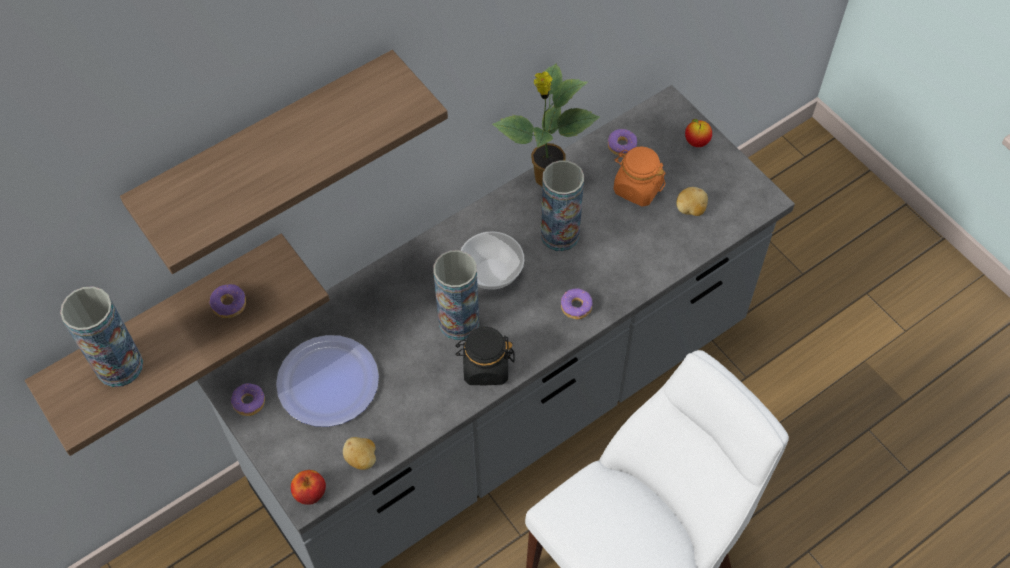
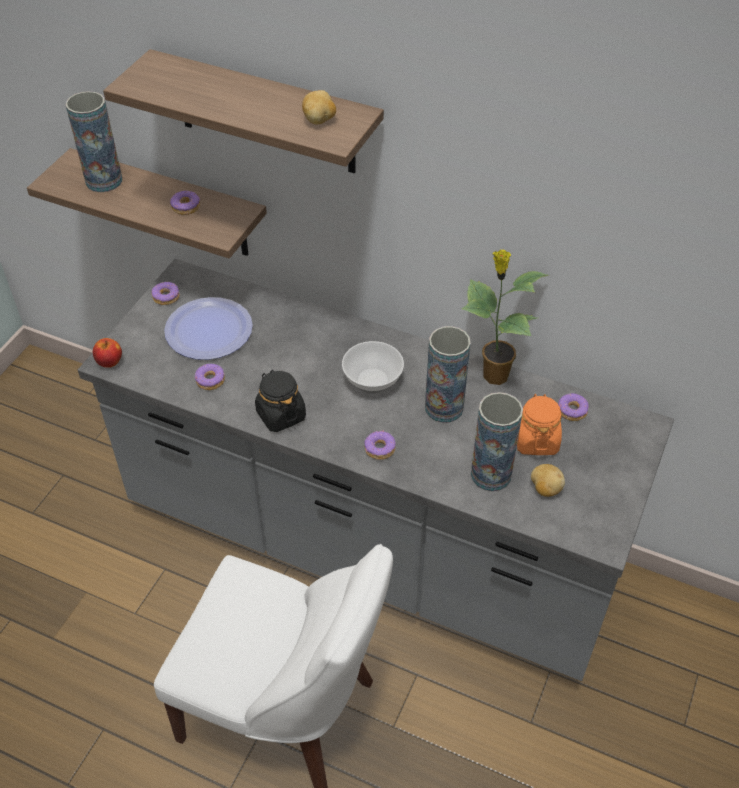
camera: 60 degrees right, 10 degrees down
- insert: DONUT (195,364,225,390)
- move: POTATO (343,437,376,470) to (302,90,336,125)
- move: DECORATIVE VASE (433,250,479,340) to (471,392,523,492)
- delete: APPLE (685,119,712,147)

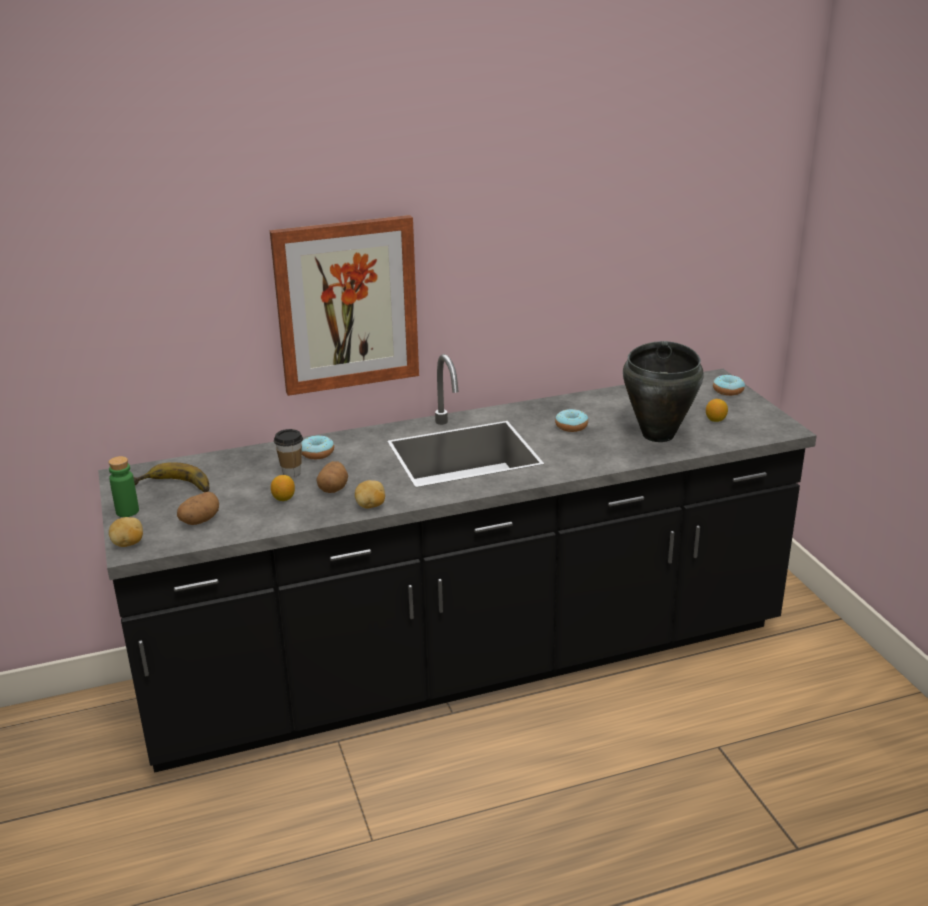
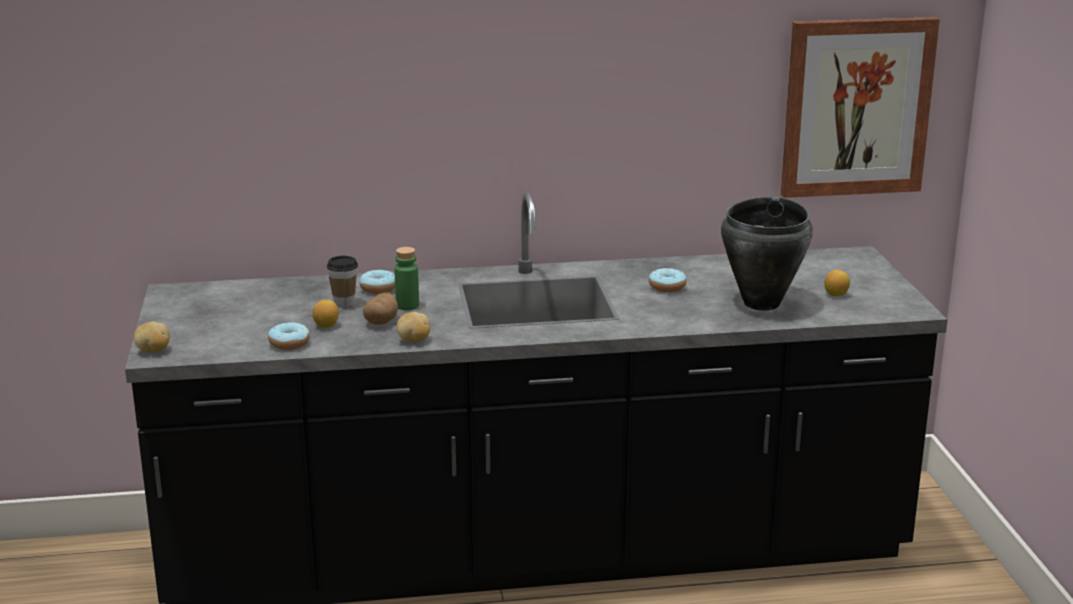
camera: 10 degrees right, 5 degrees down
- move: DONUT (713,374,745,396) to (268,322,310,350)
- move: GREENISH BOTTLE (109,456,139,517) to (394,247,419,310)
- move: WALL ART (270,215,419,396) to (781,17,940,198)
- delete: WHOLE BANANA (133,462,209,492)
- delete: POTATO (177,492,219,525)

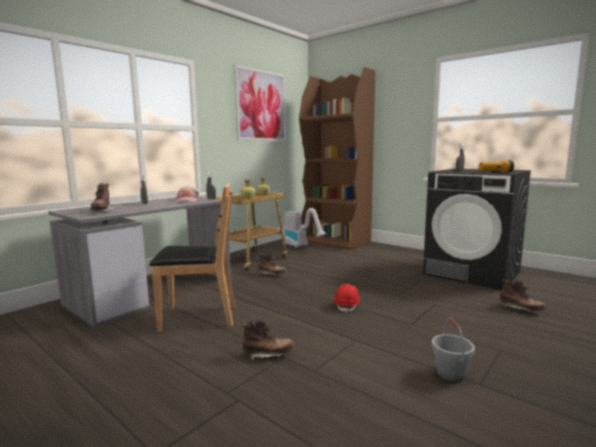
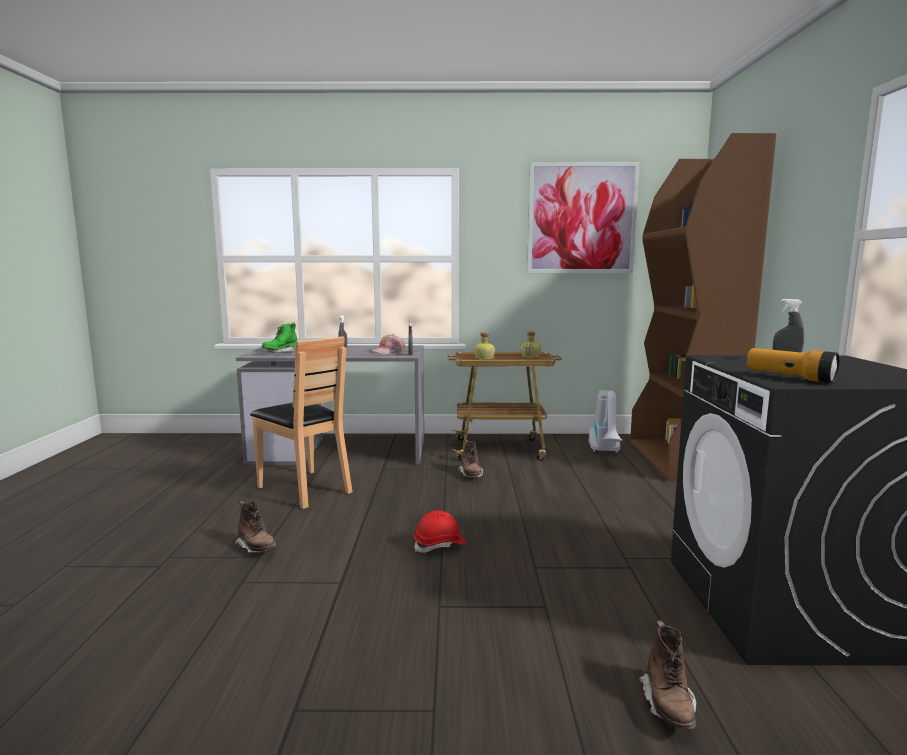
camera: 50 degrees right, 0 degrees up
- recolor: BROWNISH BOOT (89,183,114,212) to GREENISH BOOT (262,322,297,353)
- delete: GRAY PAIL (432,318,475,382)

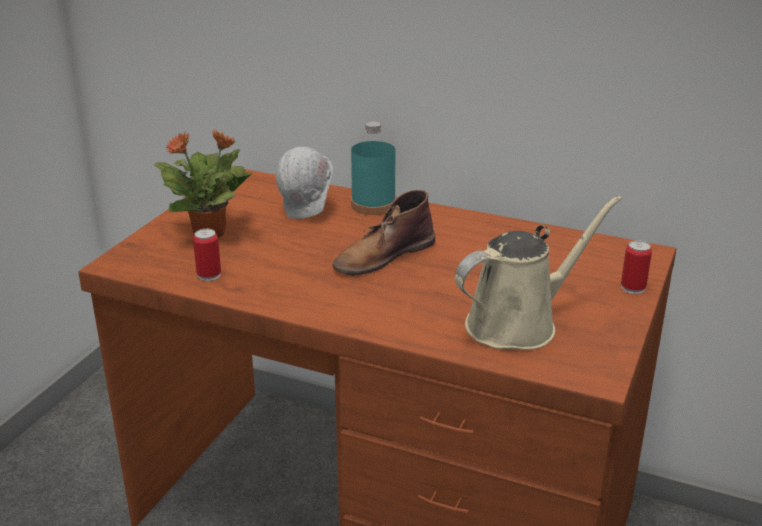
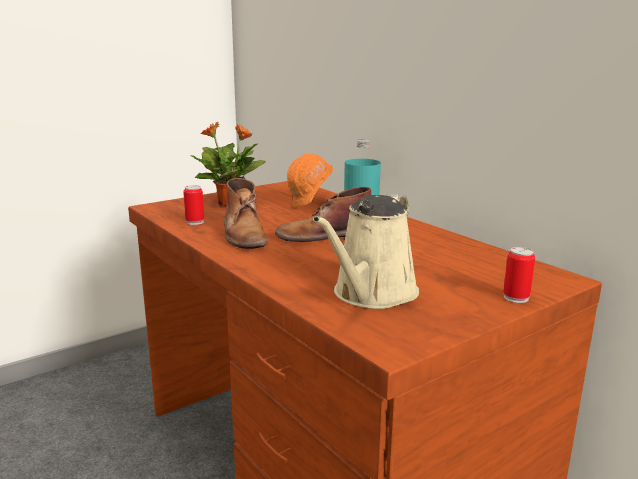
camera: 30 degrees right, 10 degrees down
- insert: BROWNISH BOOT (224,178,268,249)
- recolor: WHITE-COLOURED WORK HELMET (276,147,333,219) to ORANGE-COLOURED WORK HELMET (287,154,333,207)
- rotate: BEIGE-COLOURED WATERING POT (455,195,622,350) = (313,194,419,309) 120 degrees clockwise

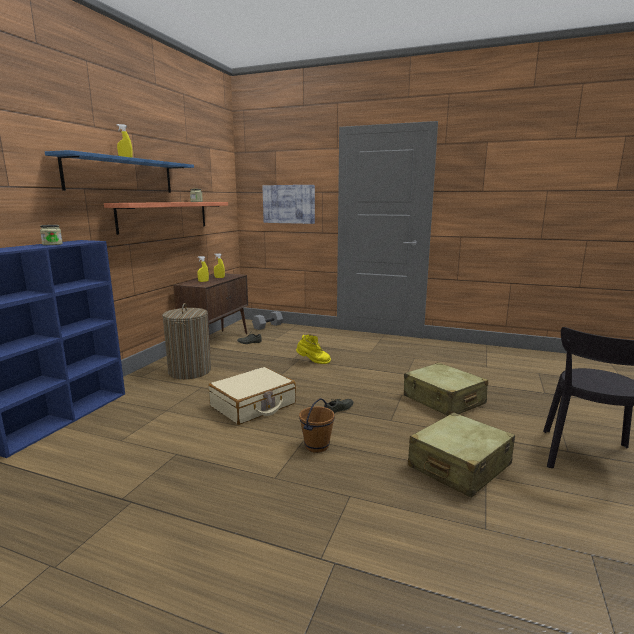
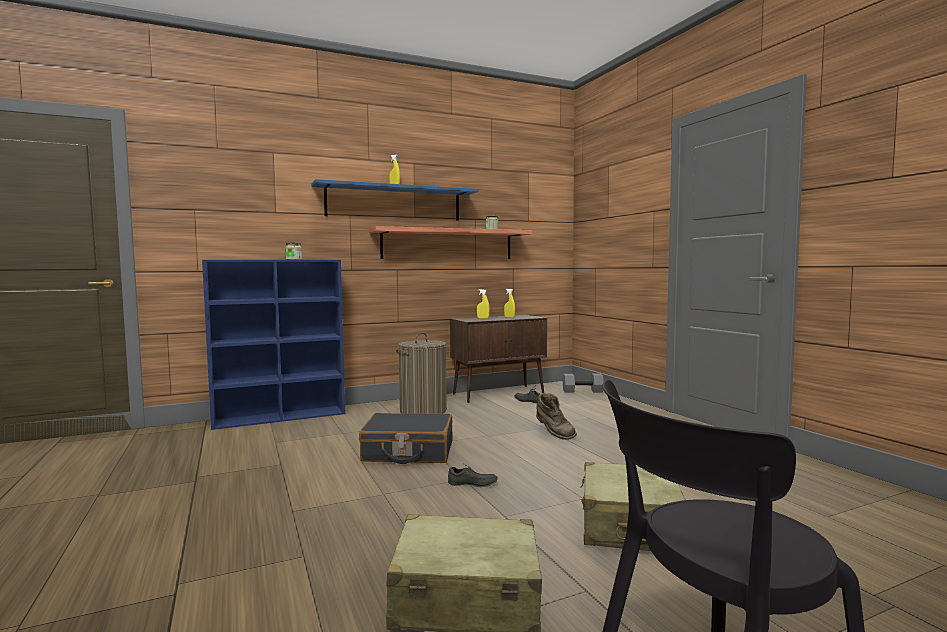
camera: 45 degrees right, 10 degrees down
- recolor: BEIGE-COLOURED TRAVEL CASE (208,367,296,425) to BLACKISH TRAVEL CASE (359,413,453,464)
- recolor: YELLOWISH BOOT (296,334,331,364) to BROWNISH BOOT (536,392,577,440)
- delete: WALL ART (262,185,315,224)
- delete: BROWNISH PAIL (299,398,335,453)

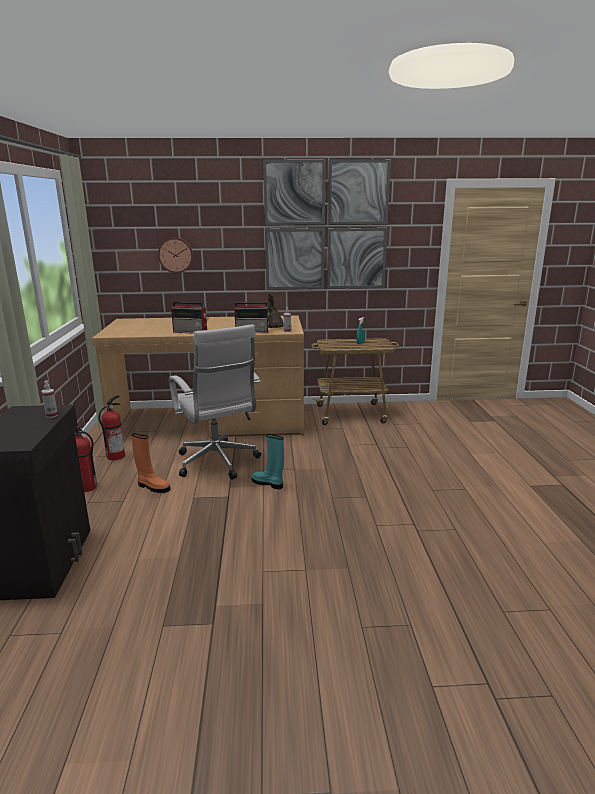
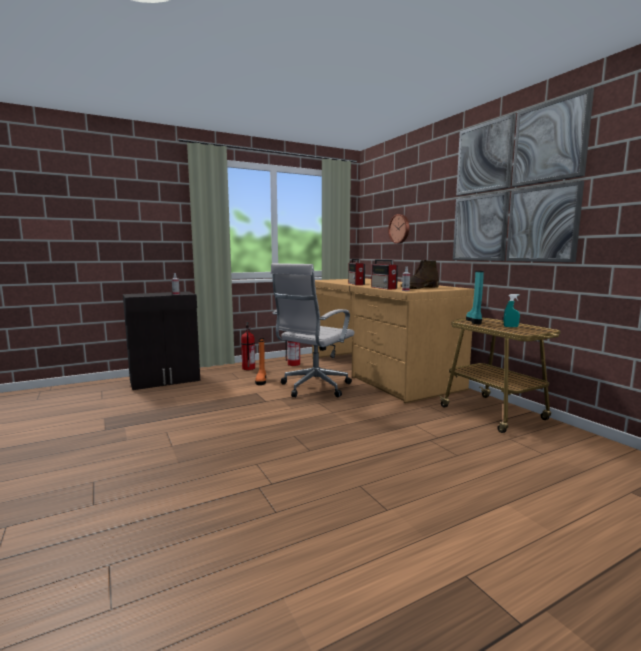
camera: 65 degrees right, 10 degrees down
- move: TURQUOISE BOOT (251,434,284,489) to (466,271,484,324)

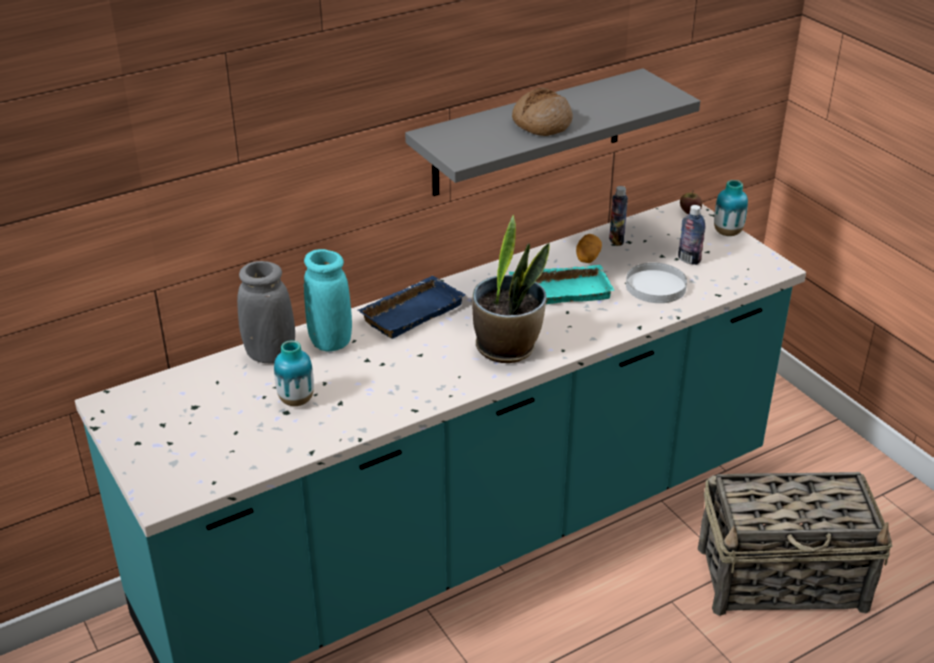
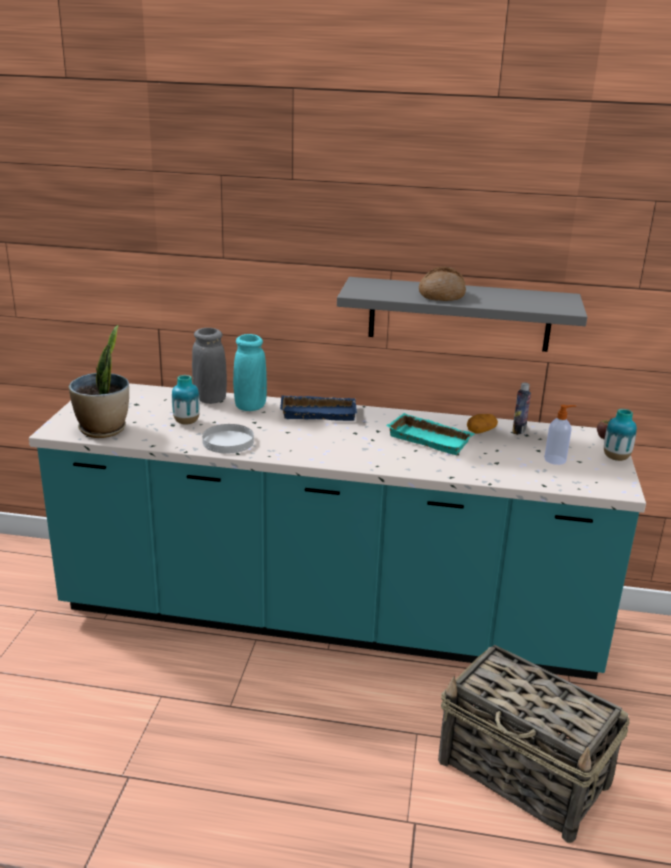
camera: 40 degrees right, 10 degrees down
- move: HOUSEPLANT (472,215,550,363) to (69,325,129,438)
- move: WHITE-COLOURED DINNER PLATE (626,262,687,303) to (202,424,254,453)
- replace: BOTTLE (678,205,705,265) to SOAP BOTTLE (544,405,576,465)

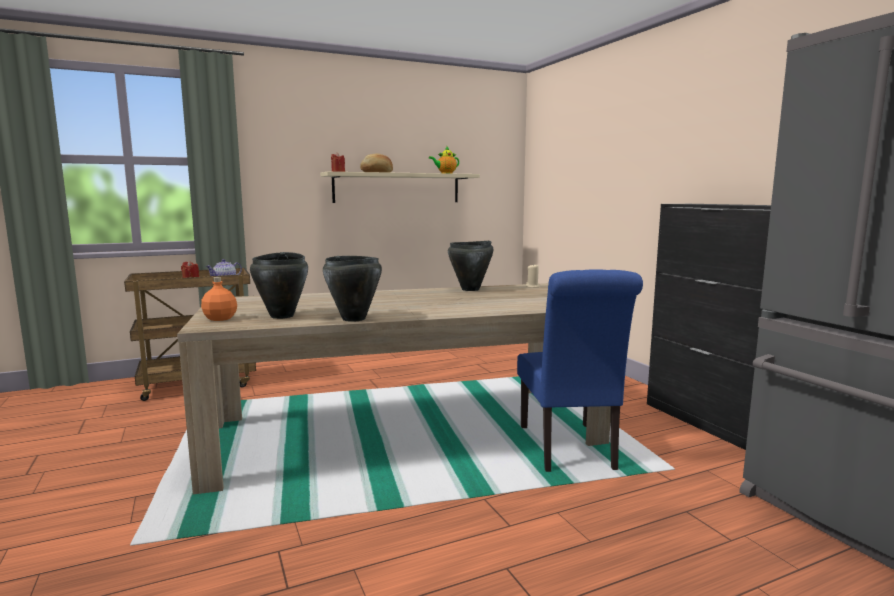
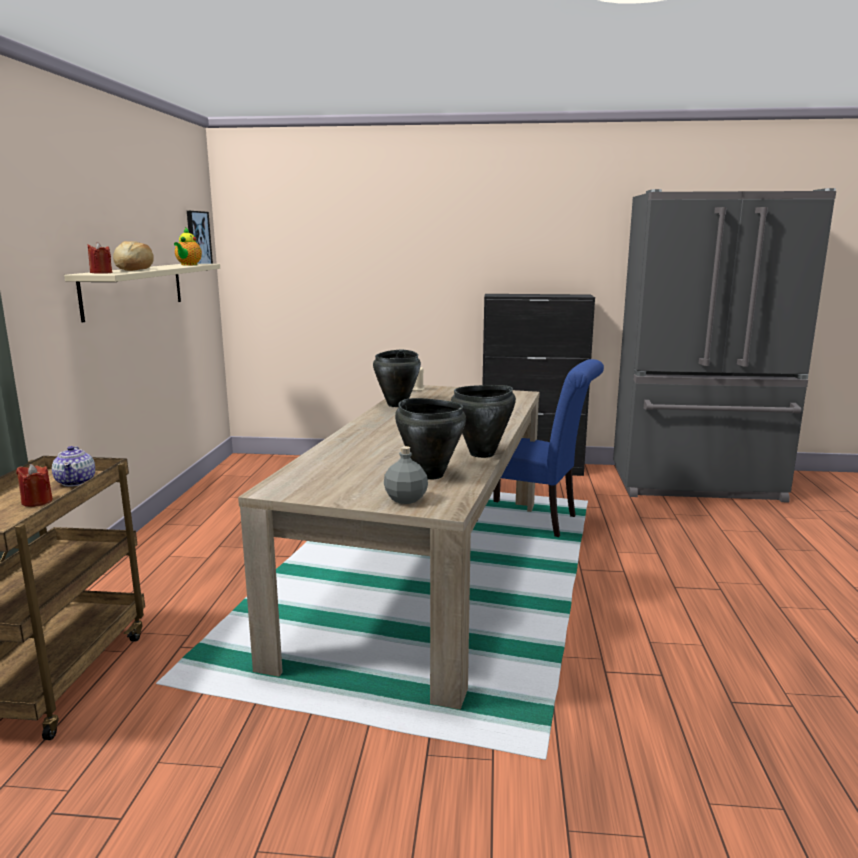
camera: 60 degrees left, 5 degrees up
- insert: WALL ART (187,211,213,264)
- recolor: ORANGE-COLOURED BOTTLE (201,277,237,321) to GRAY BOTTLE (384,446,428,504)

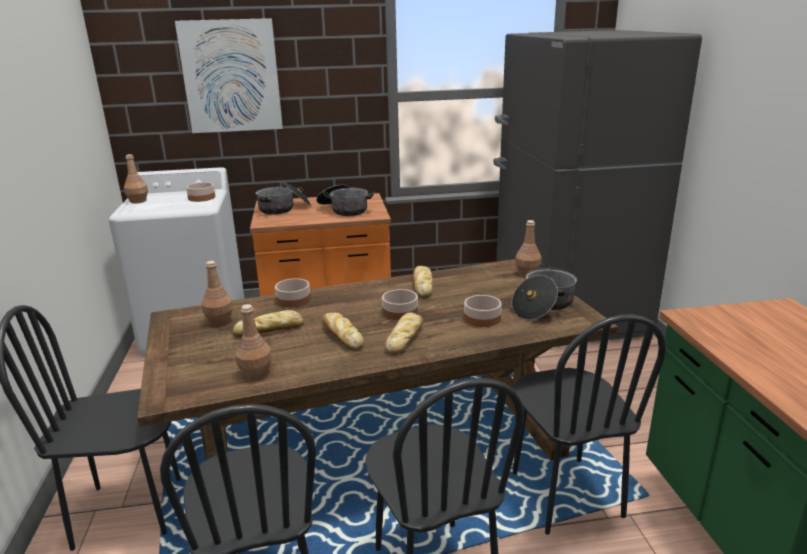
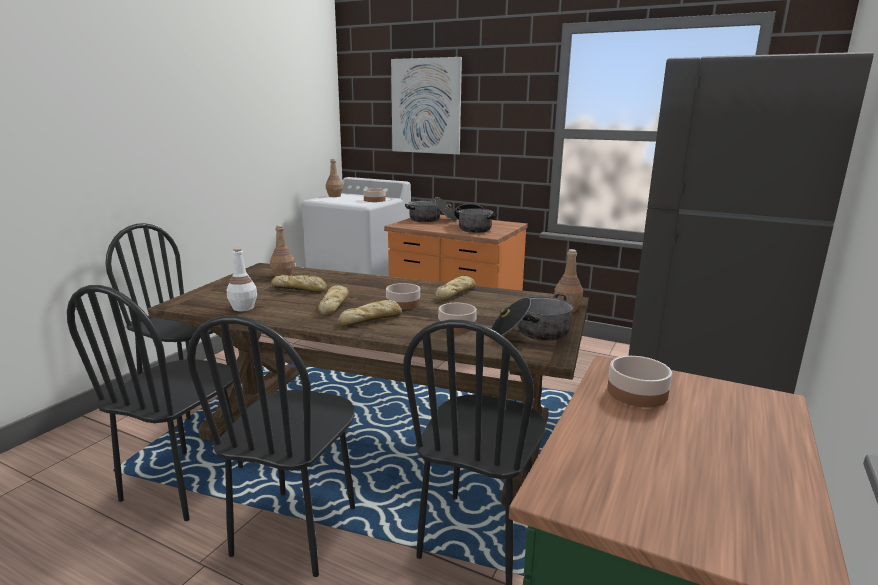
camera: 35 degrees right, 5 degrees down
- recolor: BROWNISH BOTTLE (235,304,272,380) to WHITE-COLOURED BOTTLE (227,248,257,311)
- move: BOWL (275,278,311,307) to (607,356,672,408)

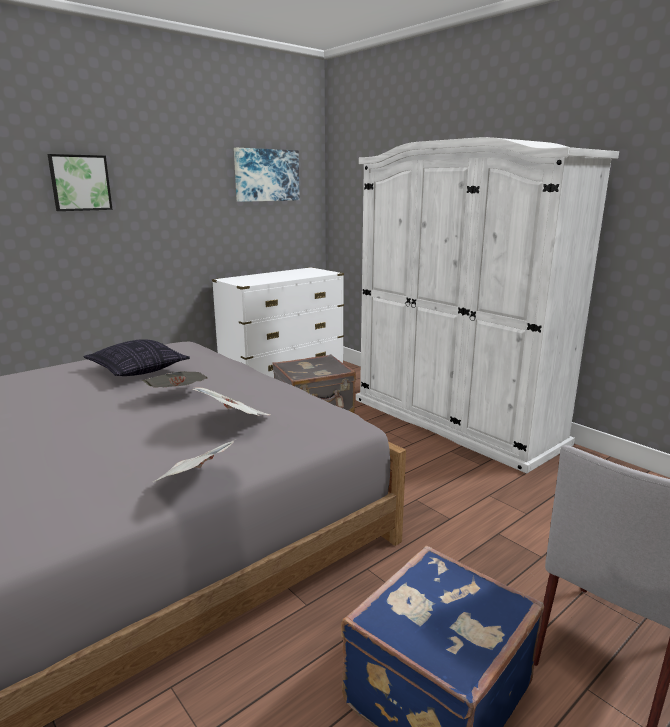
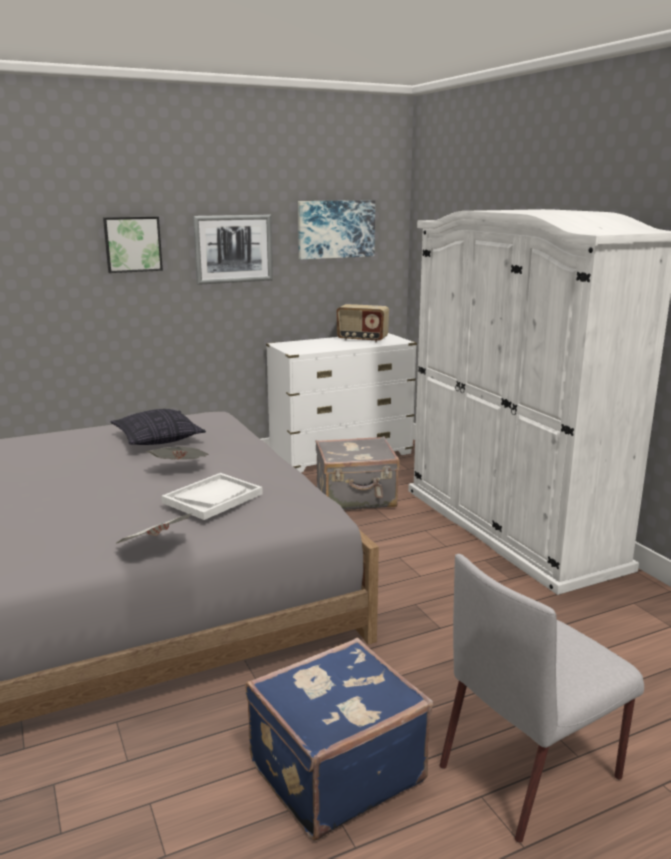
camera: 15 degrees right, 0 degrees up
- replace: PRINTED PAPER (192,388,271,416) to WHITE-COLOURED CARRYING TRAY (161,473,263,520)
- insert: WALL ART (193,215,273,285)
- insert: RADIO SET (336,304,389,342)

